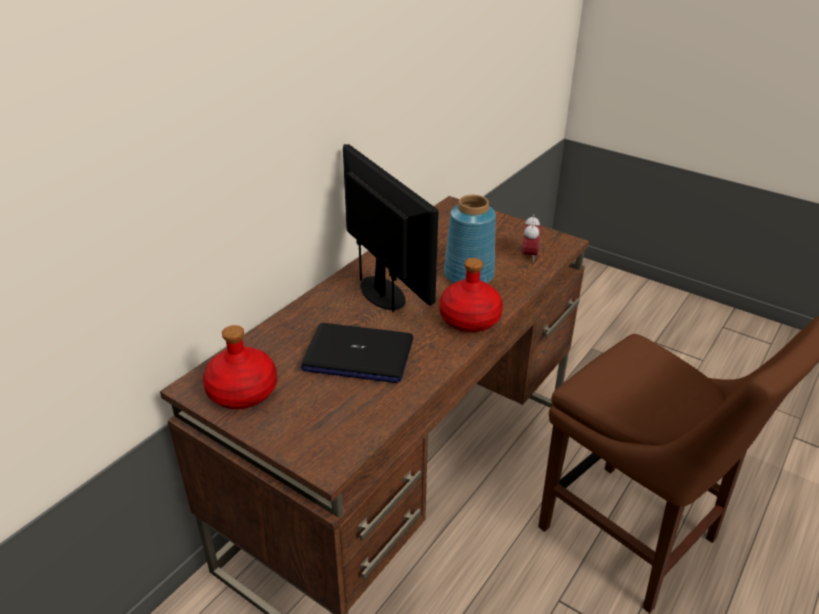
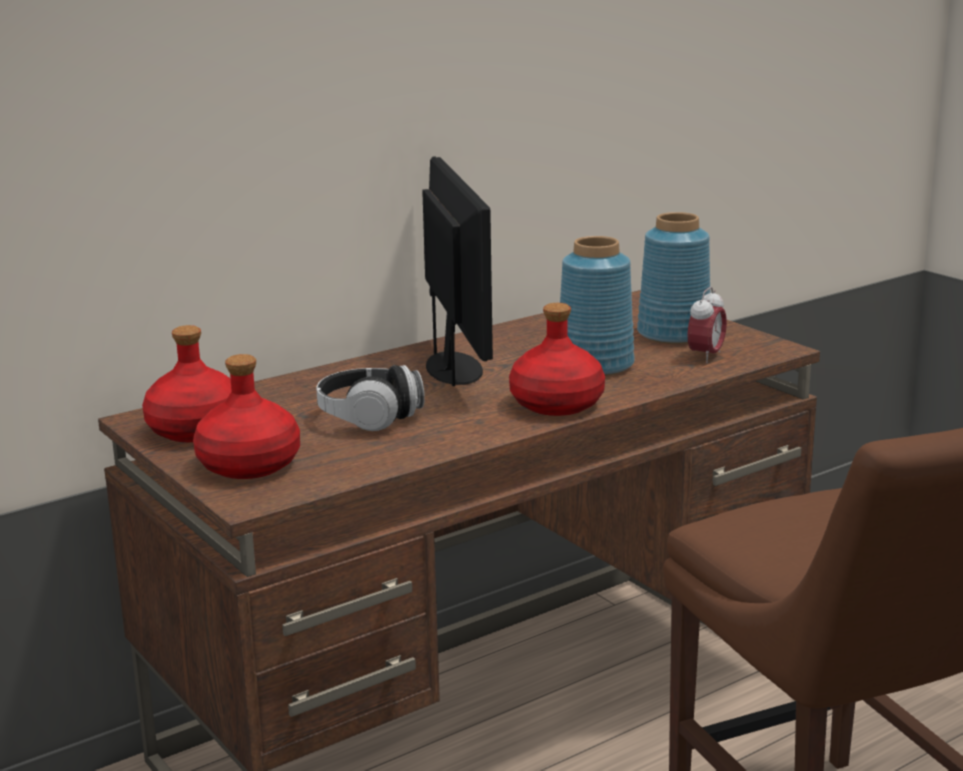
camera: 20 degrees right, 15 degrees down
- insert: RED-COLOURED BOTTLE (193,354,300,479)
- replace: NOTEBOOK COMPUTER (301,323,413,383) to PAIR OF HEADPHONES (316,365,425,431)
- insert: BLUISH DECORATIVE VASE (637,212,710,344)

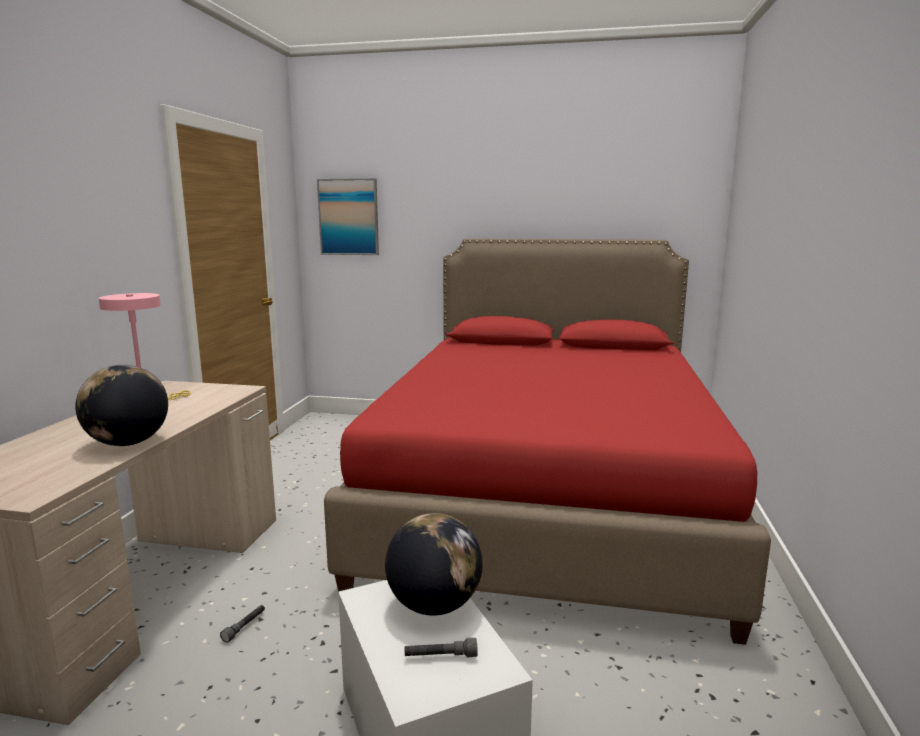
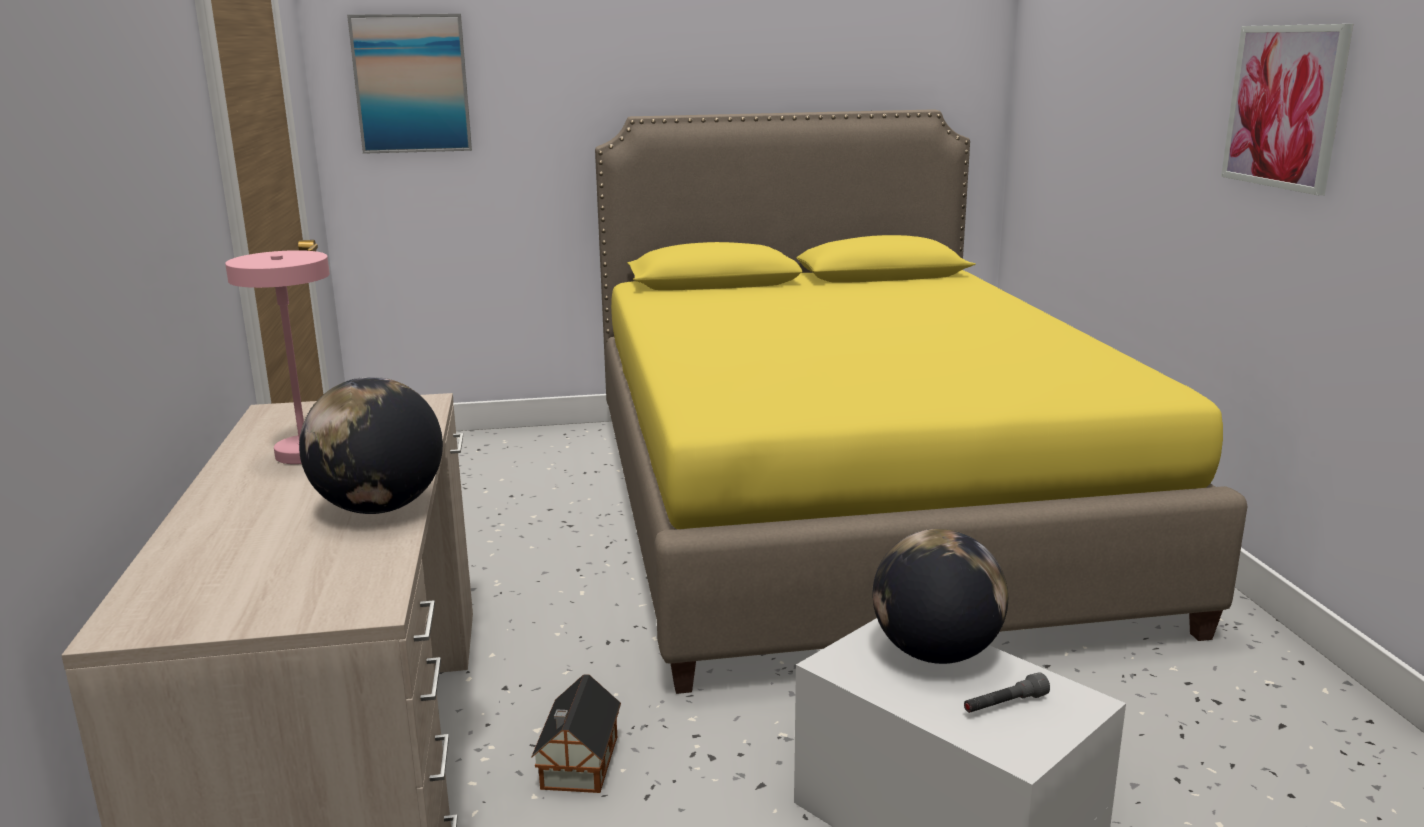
camera: 20 degrees left, 5 degrees up
- replace: GRAY FLASHLIGHT (220,605,265,643) to MINIATURE HOUSE (531,674,621,793)
- recolor: RED-COLOURED SLEEPING BED (324,238,771,645) to YELLOWISH SLEEPING BED (595,109,1248,694)
- insert: WALL ART (1221,24,1353,195)

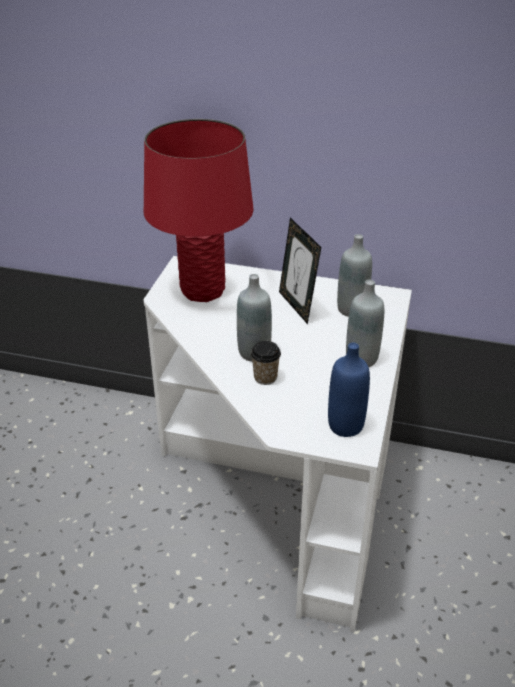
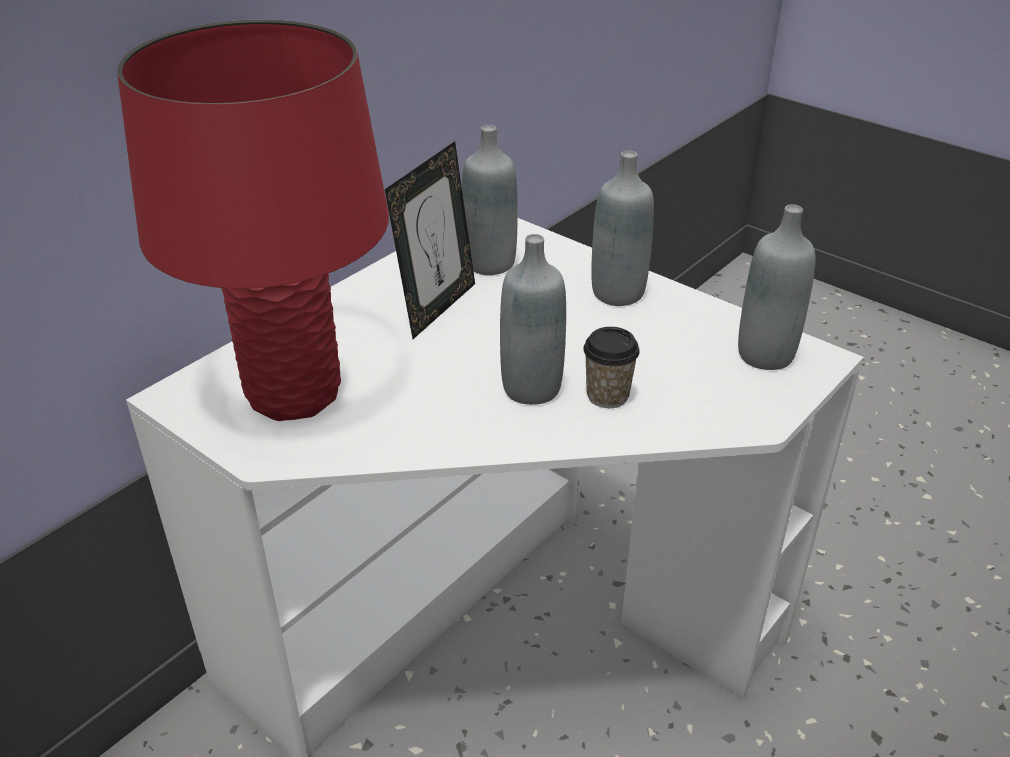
camera: 65 degrees left, 0 degrees up
- rotate: STANDING FRAME (279,218,321,324) = (385,141,475,339) 60 degrees counterclockwise
- recolor: BLUISH BOTTLE (328,342,370,437) to GRAY BOTTLE (738,204,816,370)

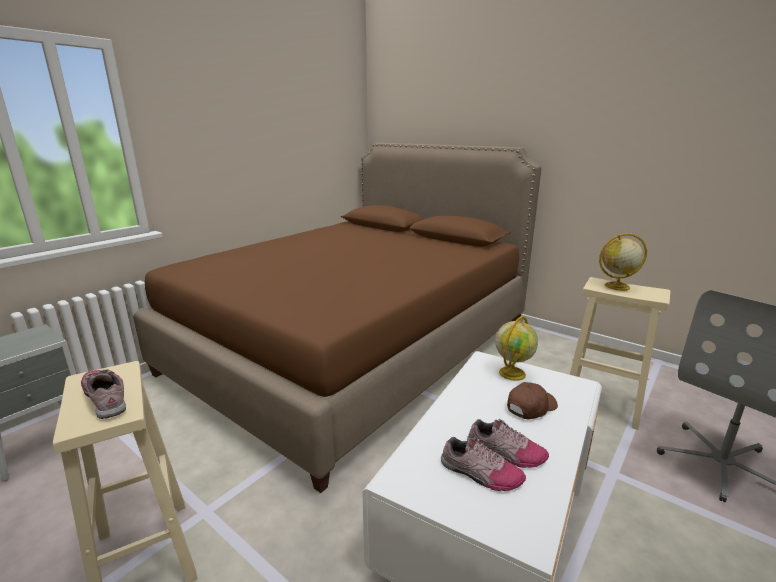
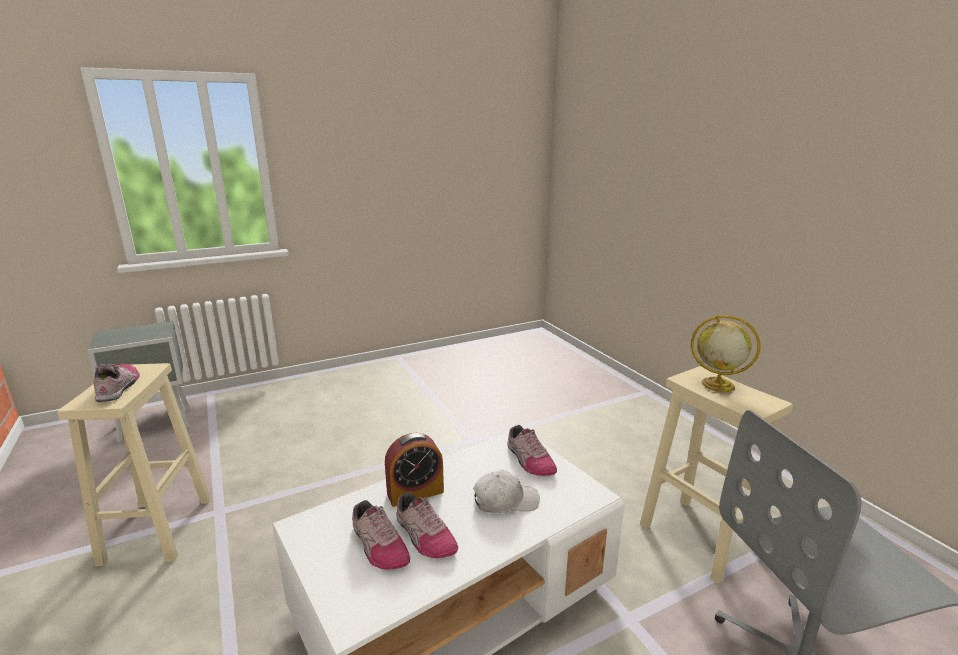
camera: 25 degrees right, 0 degrees up
- insert: BEDSIDE CLOCK (385,433,444,507)
- recolor: BROWNISH BASEBALL CAP (507,382,558,419) to WHITE-COLOURED BASEBALL CAP (473,470,540,513)
- replace: GLOBE (495,315,538,381) to SHOE (507,425,557,476)
- delete: BROWNISH SLEEPING BED (133,143,542,493)

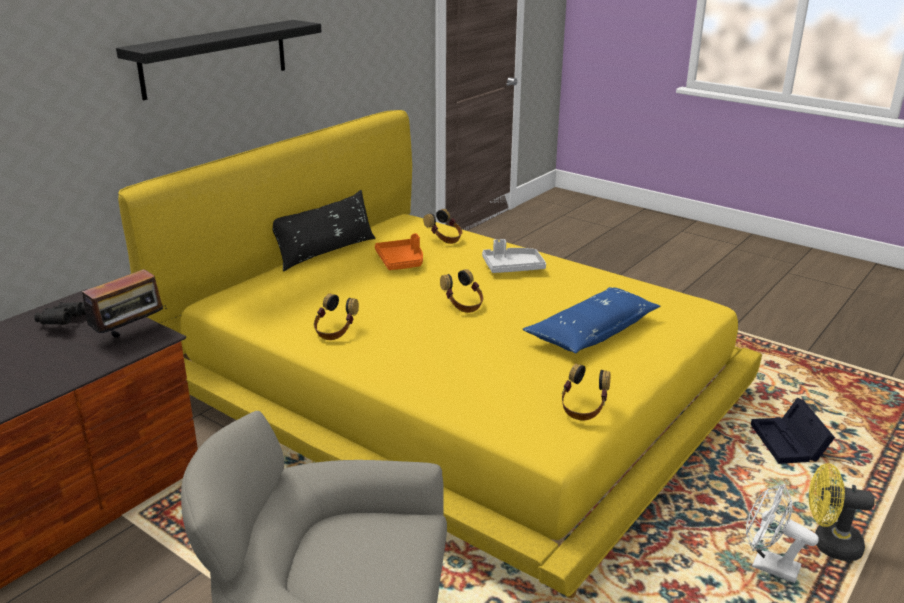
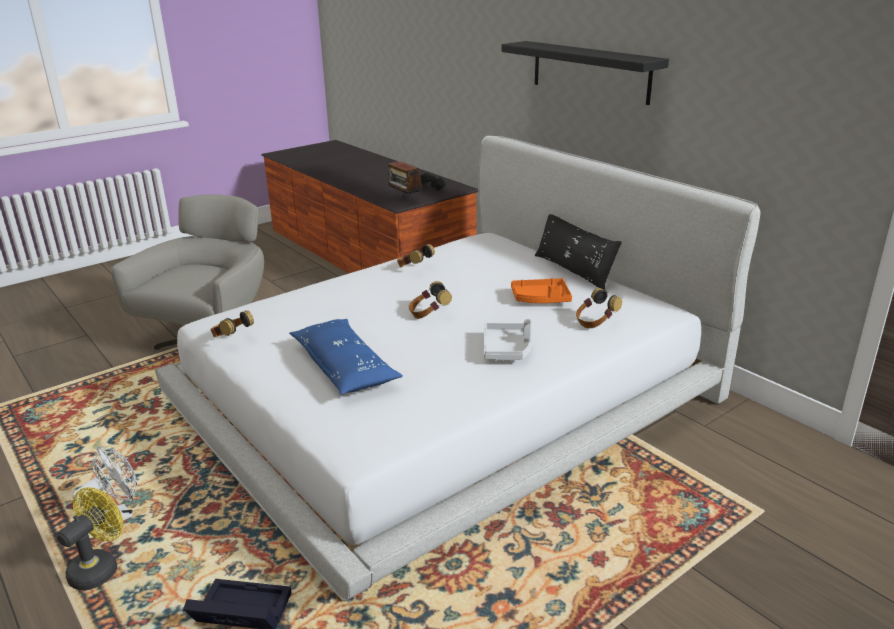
camera: 105 degrees right, 0 degrees up
- recolor: YELLOWISH SLEEPING BED (118,110,762,598) to WHITE-COLOURED SLEEPING BED (155,136,760,602)

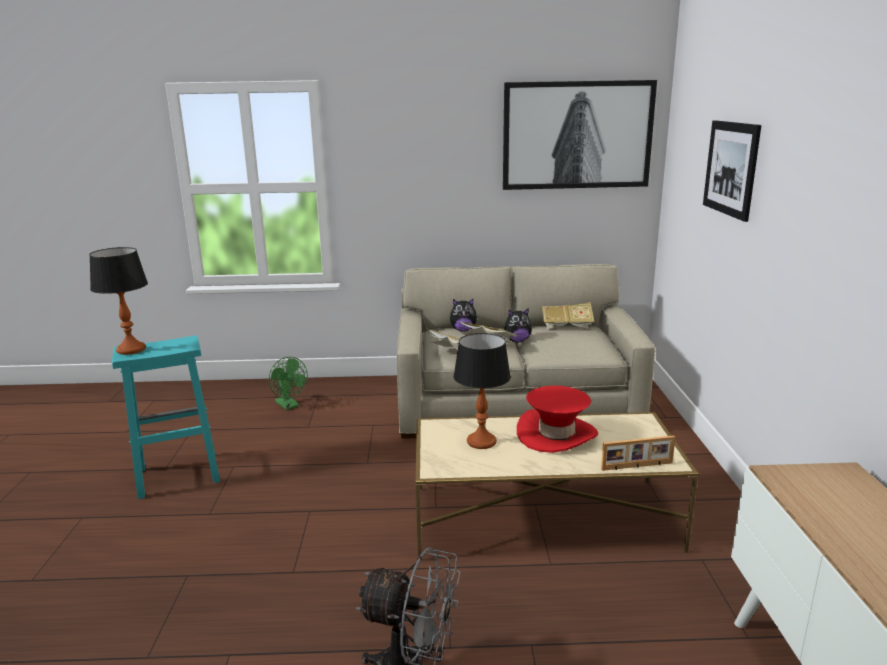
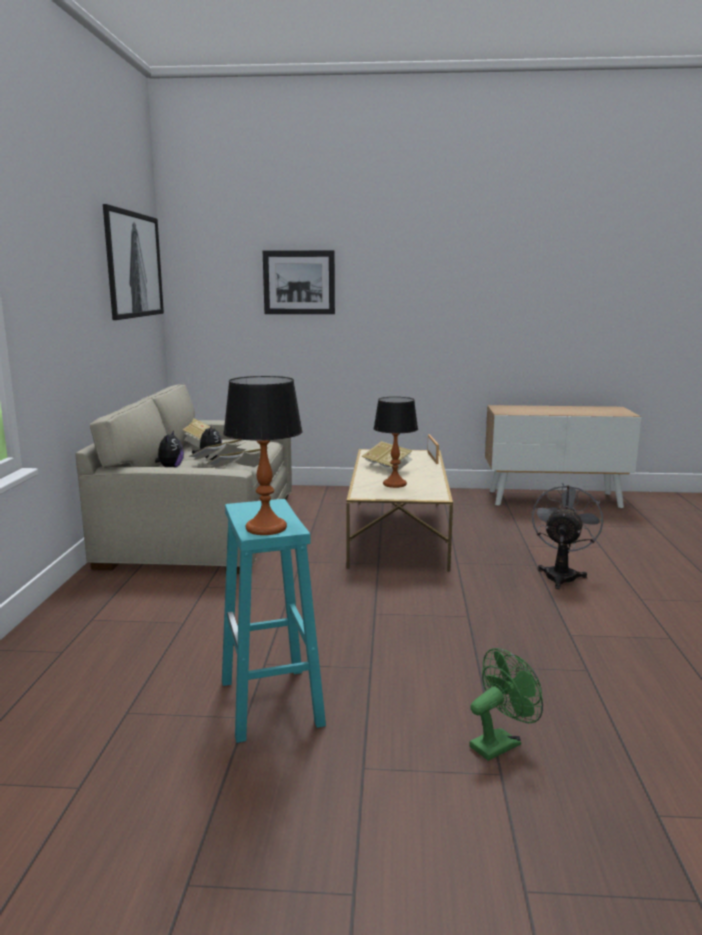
camera: 85 degrees left, 5 degrees down
- replace: RED-COLOURED CLOTHING HAT (517,386,598,453) to BOOK (361,441,413,473)
- move: GREENISH FAN (269,357,308,410) to (469,648,543,761)

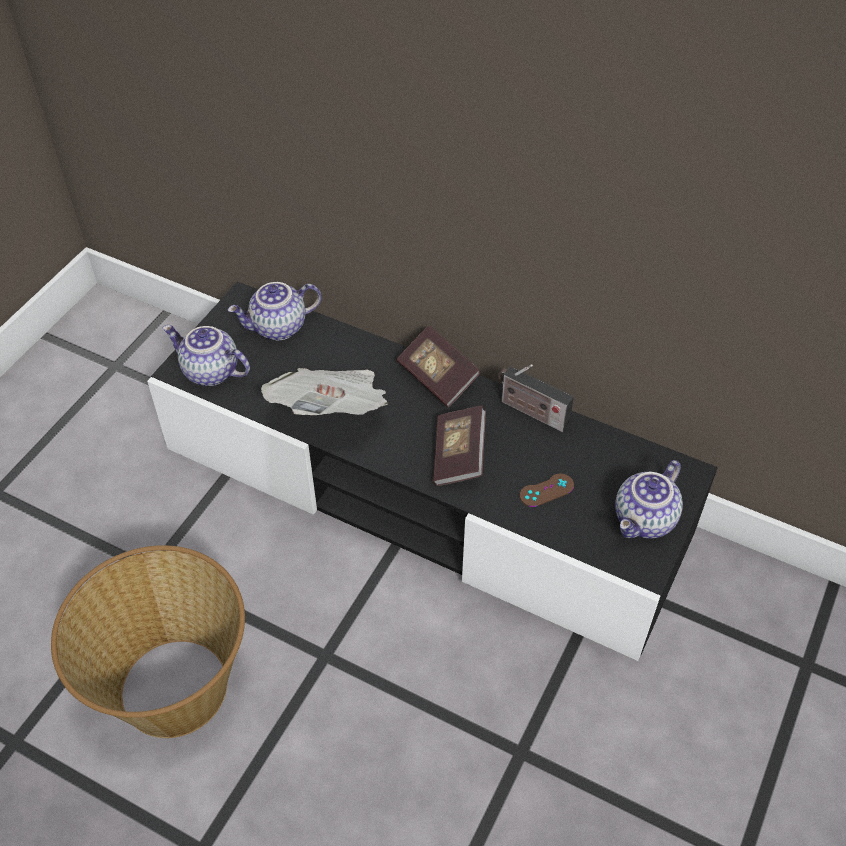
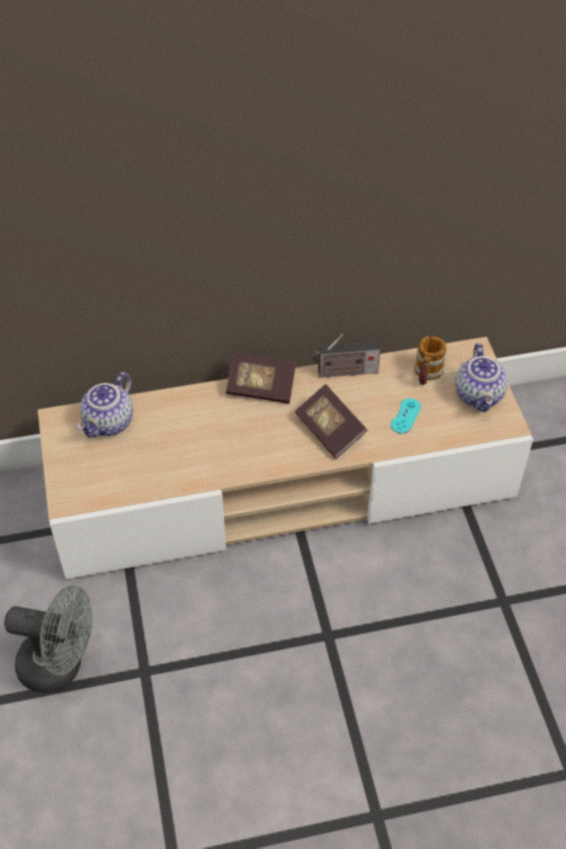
camera: 40 degrees left, 0 degrees up
- insert: GRAY FAN (4,585,92,693)
- recolor: BLACKISH MEDIA CONSOLE (147,281,718,661) to BEIGE-COLOURED MEDIA CONSOLE (38,337,533,579)
- recolor: BROWNISH GAMEPAD (520,474,574,507) to TURQUOISE GAMEPAD (391,398,421,434)
- insert: COFFEE MUG (414,336,447,385)
- delete: HOUSEHOLD BASKET (51,545,245,738)
- delete: TEA POT (163,325,250,386)
- delete: PRINTED PAPER (261,368,388,415)

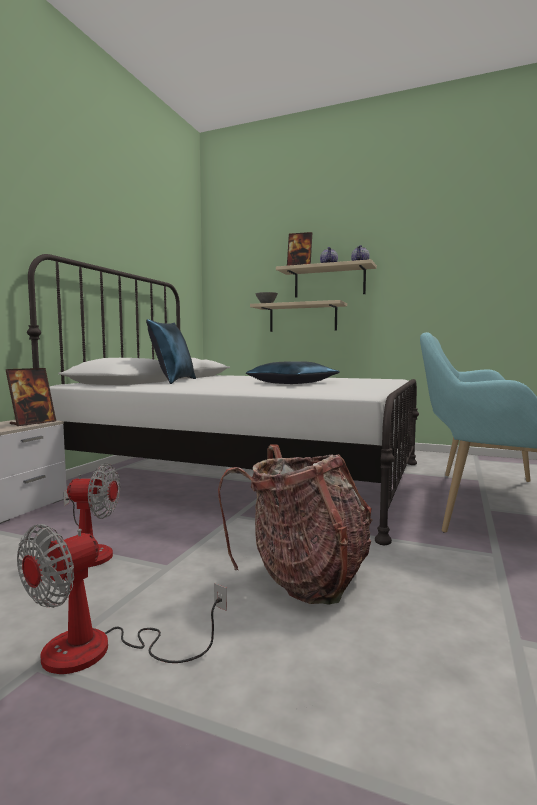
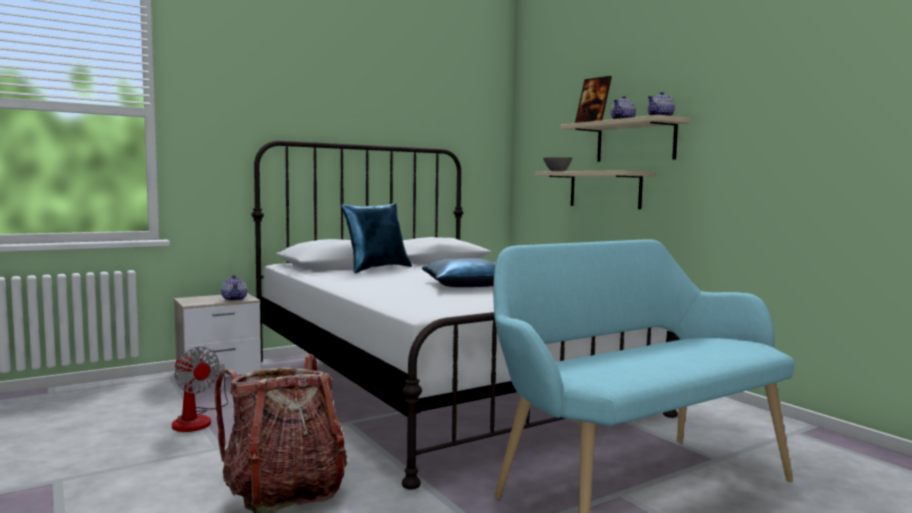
camera: 35 degrees right, 0 degrees up
- replace: STANDING FRAME (6,368,56,426) to TEA POT (221,275,248,301)
- delete: FAN (17,524,227,674)

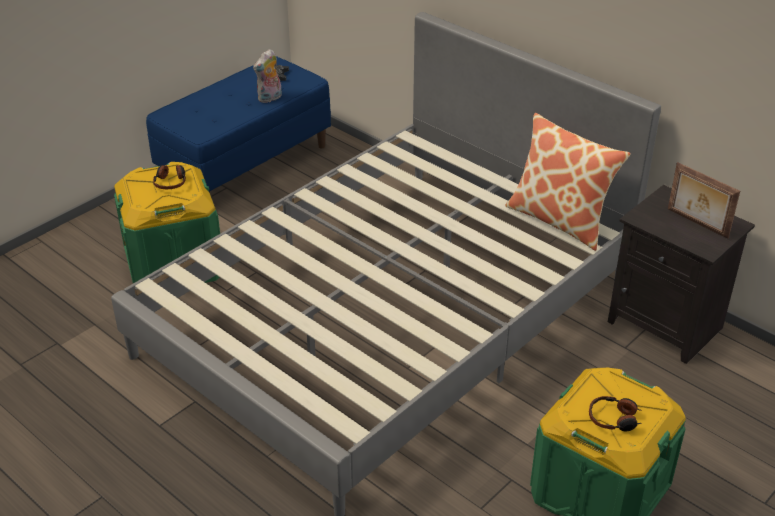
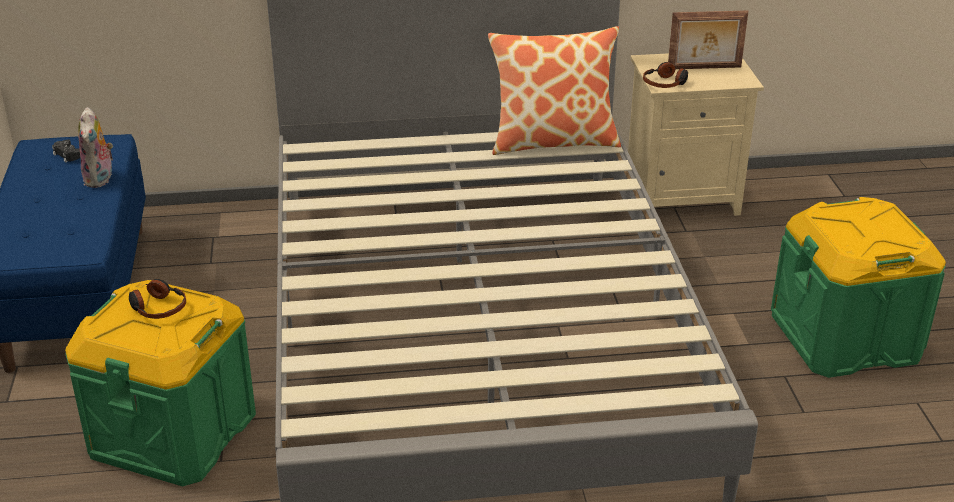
camera: 50 degrees left, 5 degrees down
- recolor: BLACKISH NIGHTSTAND (608,185,755,364) to BEIGE-COLOURED NIGHTSTAND (628,53,764,216)
- move: PAIR OF HEADPHONES (589,396,642,431) to (643,62,689,88)

